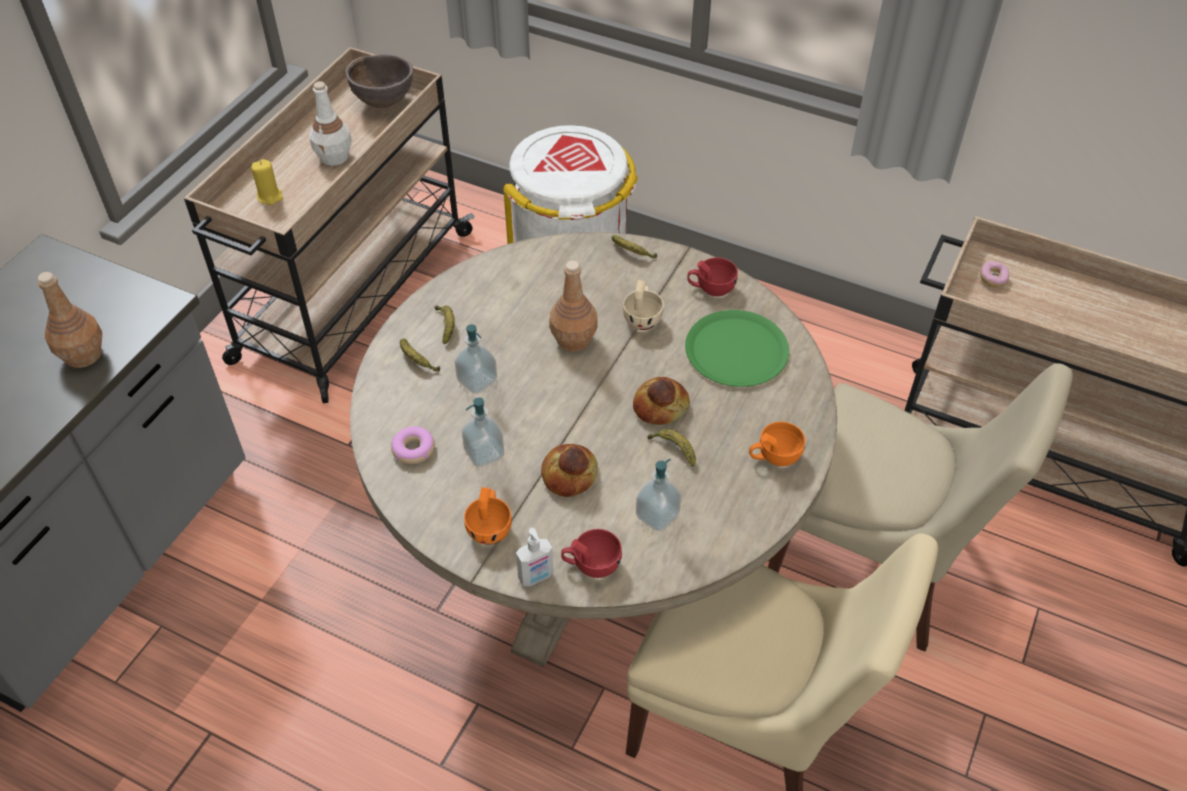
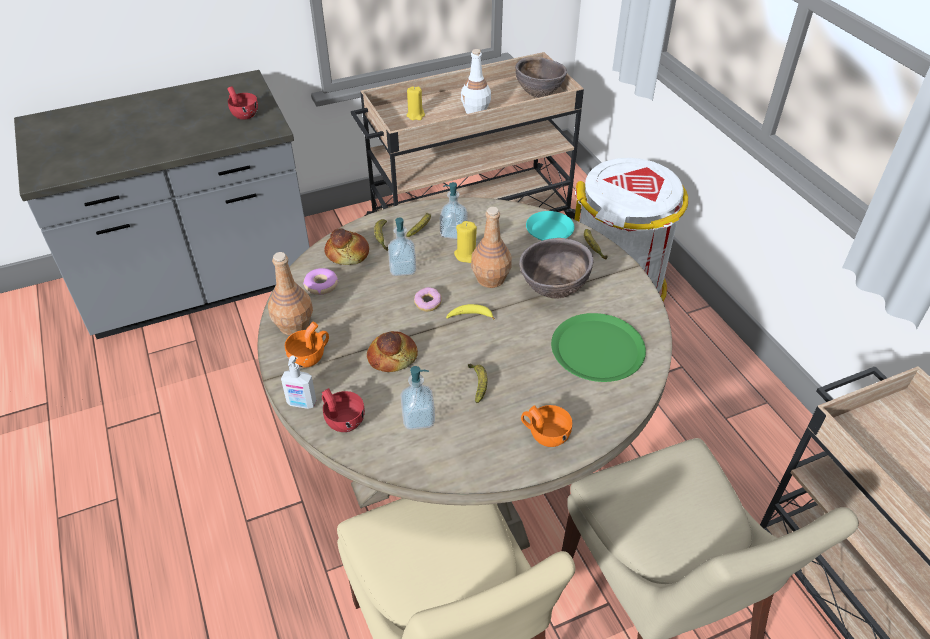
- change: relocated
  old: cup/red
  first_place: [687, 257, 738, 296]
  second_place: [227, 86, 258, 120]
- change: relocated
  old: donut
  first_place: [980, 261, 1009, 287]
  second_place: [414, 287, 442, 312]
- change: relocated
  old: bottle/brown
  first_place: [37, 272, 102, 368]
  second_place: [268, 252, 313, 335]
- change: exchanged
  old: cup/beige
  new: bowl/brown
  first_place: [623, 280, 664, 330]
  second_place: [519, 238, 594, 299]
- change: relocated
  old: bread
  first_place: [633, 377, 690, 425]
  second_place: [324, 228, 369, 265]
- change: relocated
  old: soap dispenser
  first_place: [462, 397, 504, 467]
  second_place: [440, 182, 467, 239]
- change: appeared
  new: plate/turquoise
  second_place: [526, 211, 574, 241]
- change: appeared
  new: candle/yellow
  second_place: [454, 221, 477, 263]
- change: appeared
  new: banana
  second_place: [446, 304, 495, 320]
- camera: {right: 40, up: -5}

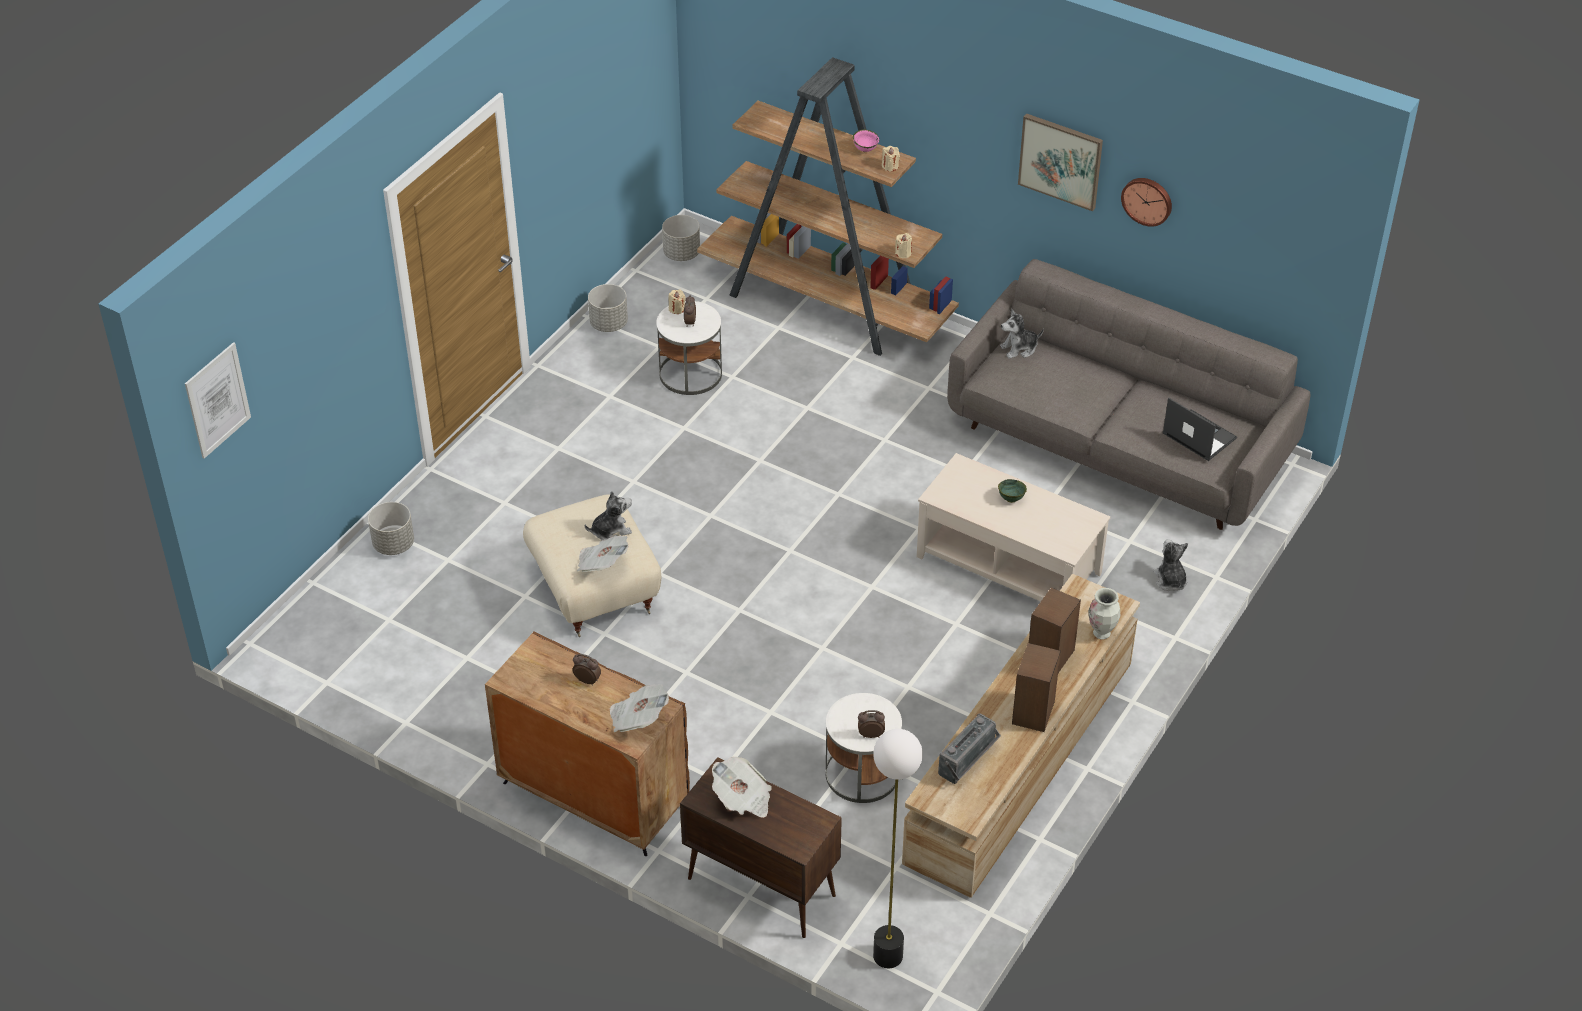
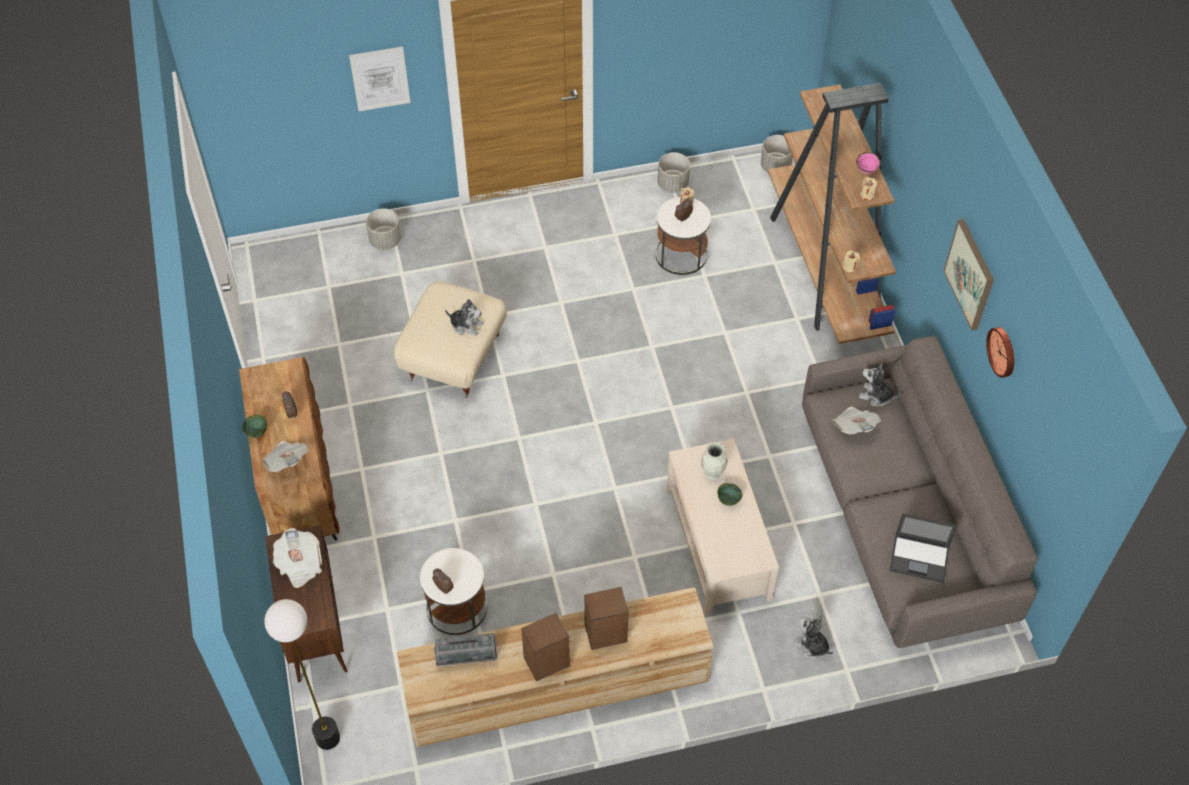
- change: relocated
  old: picture
  first_place: [185, 342, 251, 459]
  second_place: [349, 47, 410, 111]
- change: spun
  old: laptop
  first_place: [1163, 397, 1237, 461]
  second_place: [889, 513, 957, 583]
  degrees: 105
- change: relocated
  old: newspaper
  first_place: [577, 536, 628, 572]
  second_place: [832, 407, 881, 434]
- change: spun
  old: plush toy
  first_place: [1153, 539, 1188, 591]
  second_place: [793, 615, 834, 659]
  degrees: -75
- change: relocated
  old: vase
  first_place: [1088, 588, 1121, 639]
  second_place: [701, 442, 727, 480]
- change: appeared
  new: bowl/green
  second_place: [242, 415, 267, 438]
- camera: {right: 45, up: 10}

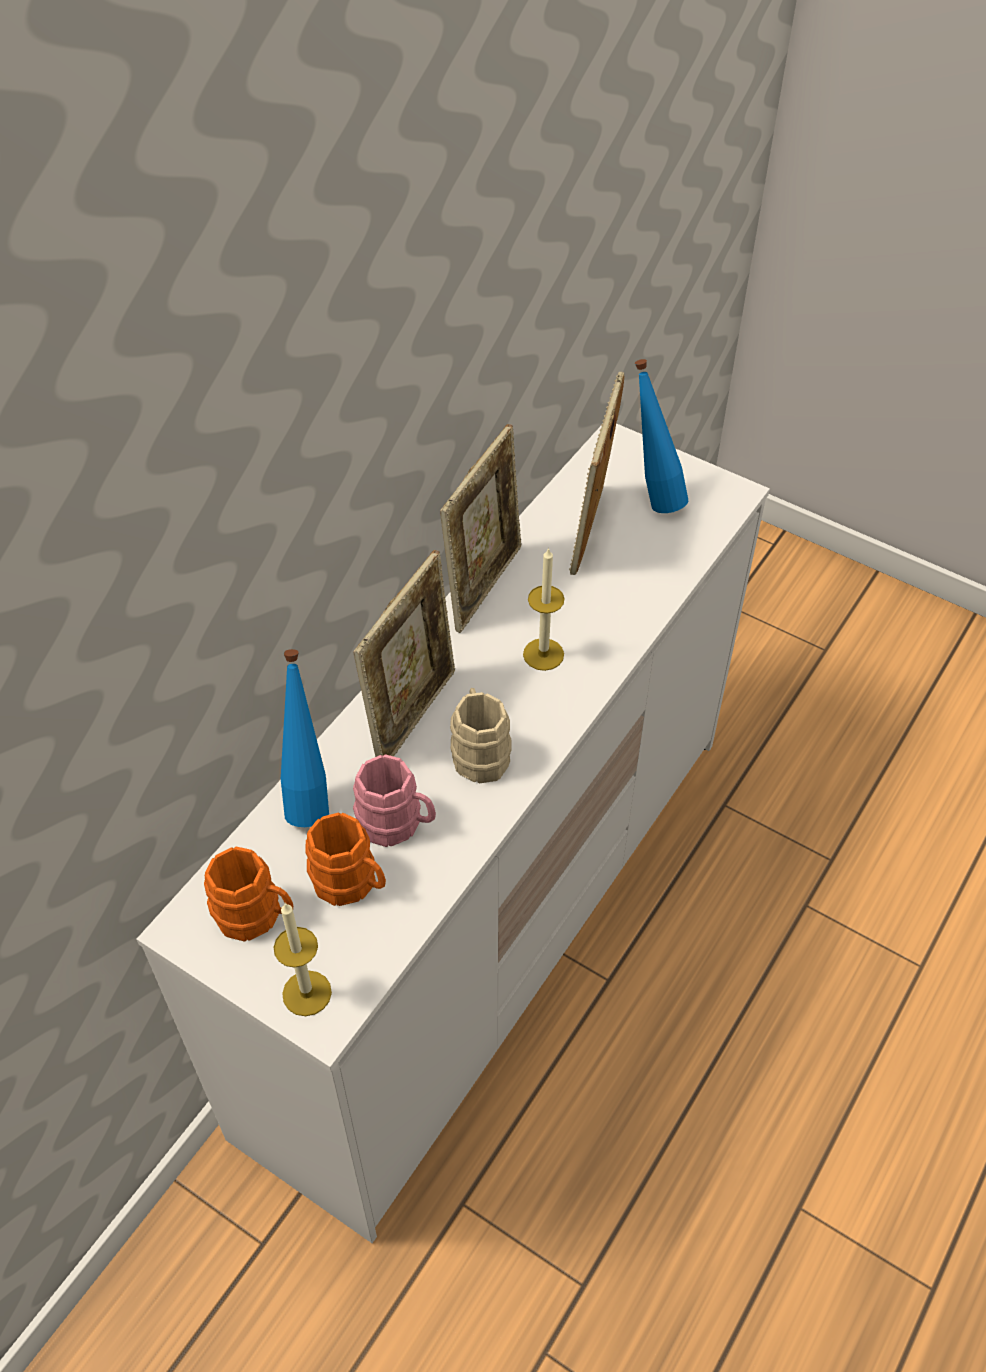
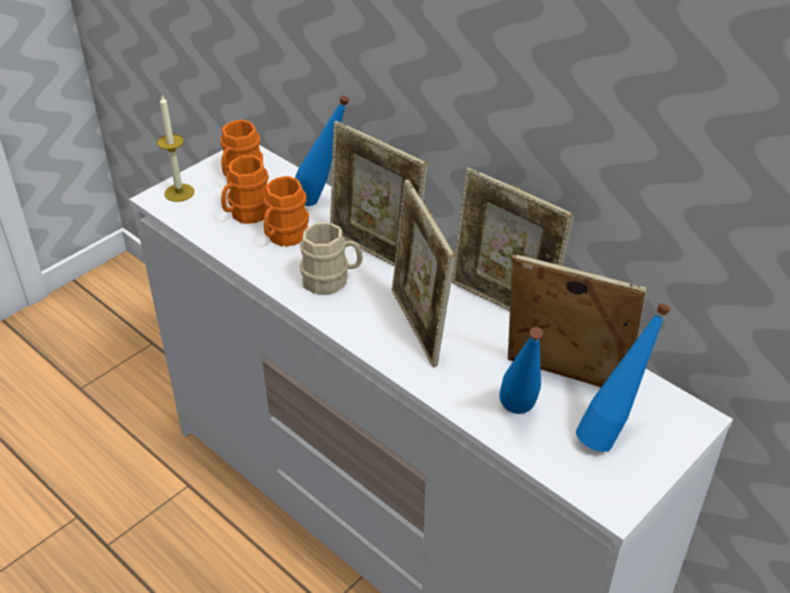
- change: exchanged
  old: candle
  new: picture frame
  first_place: [523, 547, 565, 671]
  second_place: [391, 180, 456, 368]
- change: colour
  old: mug/pink
  new: mug/orange
  first_place: [353, 754, 436, 847]
  second_place: [264, 176, 309, 247]
- change: appeared
  new: bottle/blue
  second_place: [499, 327, 543, 414]
- camera: {right: 100, up: -10}

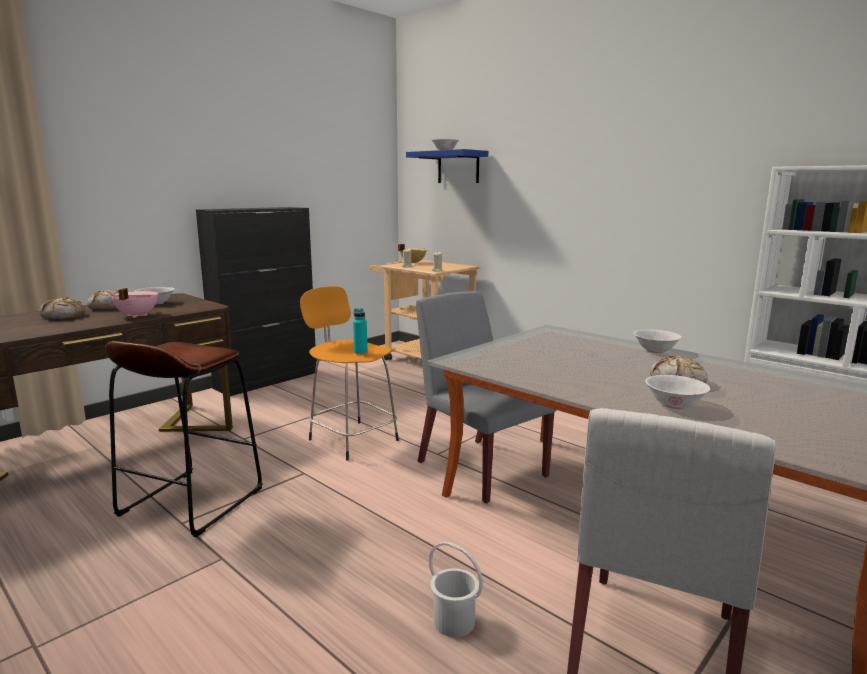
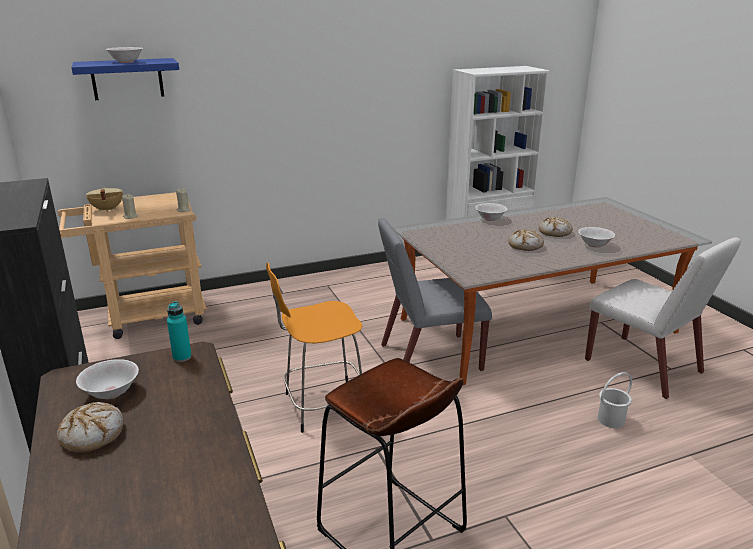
- change: missing
  old: cooking pot/pink
  first_place: [112, 288, 158, 318]
- change: relocated
  old: bread
  first_place: [40, 297, 85, 319]
  second_place: [508, 229, 544, 251]
- change: relocated
  old: bottle/turquoise
  first_place: [353, 308, 368, 354]
  second_place: [167, 301, 192, 362]
- camera: {right: -65, up: 10}

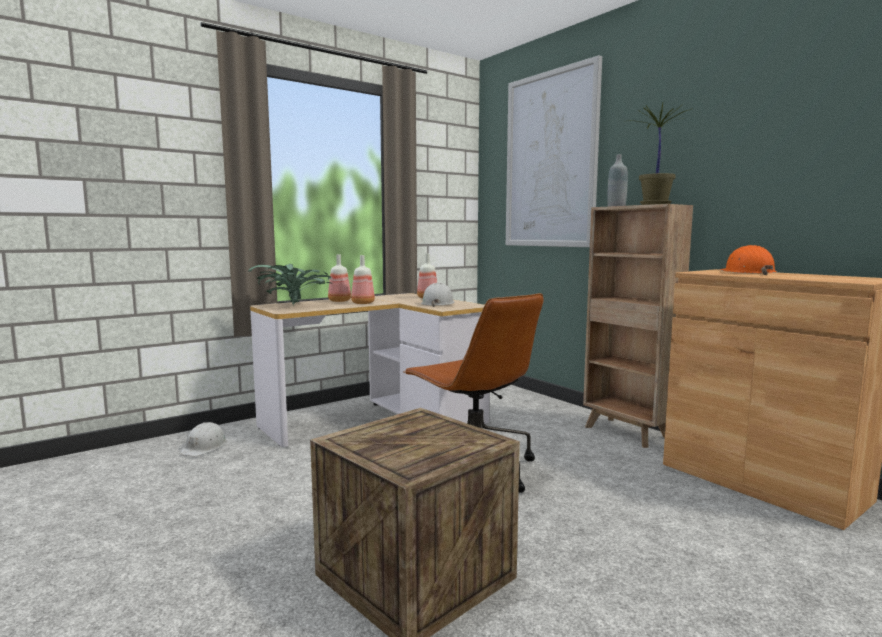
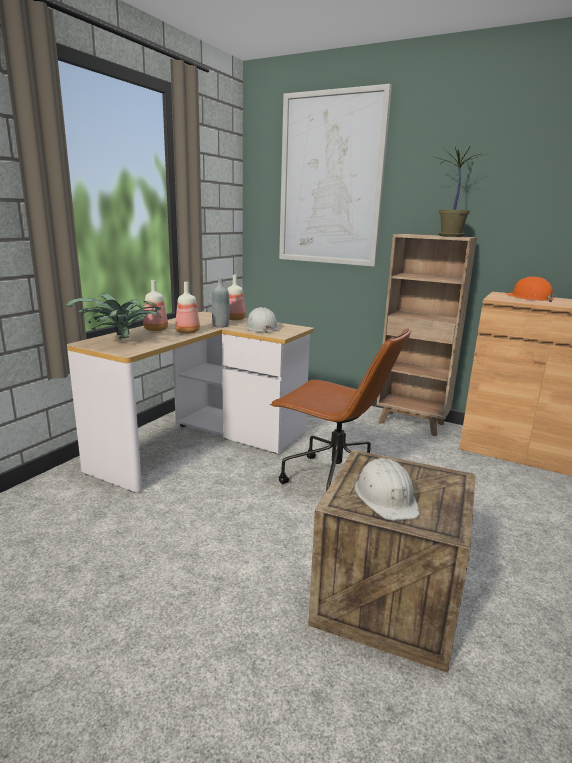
- change: relocated
  old: bottle/grey
  first_place: [607, 154, 628, 207]
  second_place: [212, 278, 230, 328]
- change: relocated
  old: hard hat/white
  first_place: [179, 422, 227, 456]
  second_place: [355, 458, 419, 520]
- camera: {right: -25, up: 10}

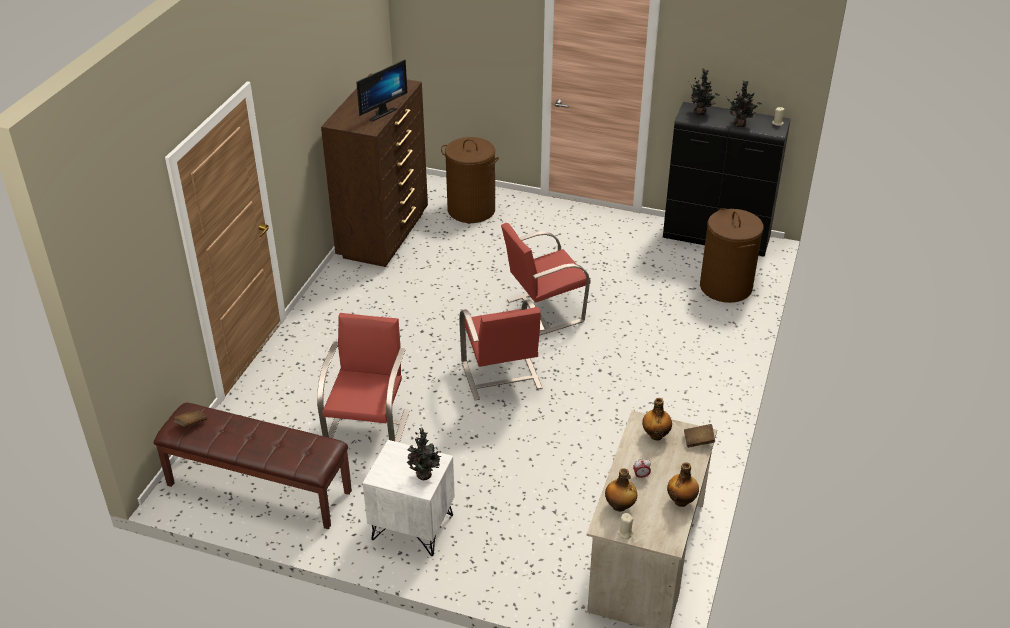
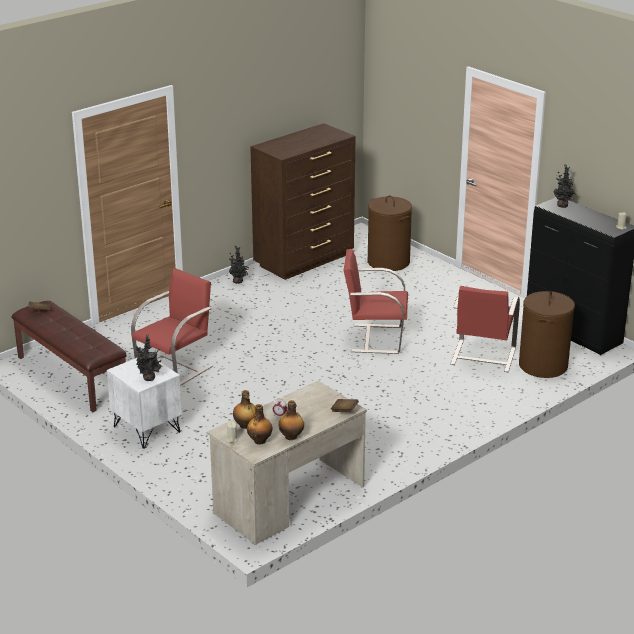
- change: missing
  old: monitor
  first_place: [356, 60, 407, 122]
- change: relocated
  old: potted plant
  first_place: [727, 80, 762, 127]
  second_place: [229, 246, 249, 284]
- change: relocated
  old: chair/red
  first_place: [459, 299, 545, 400]
  second_place: [450, 286, 520, 372]
- change: relocated
  old: bottle
  first_place: [642, 398, 672, 441]
  second_place: [247, 404, 272, 445]
- camera: {right: 30, up: -10}

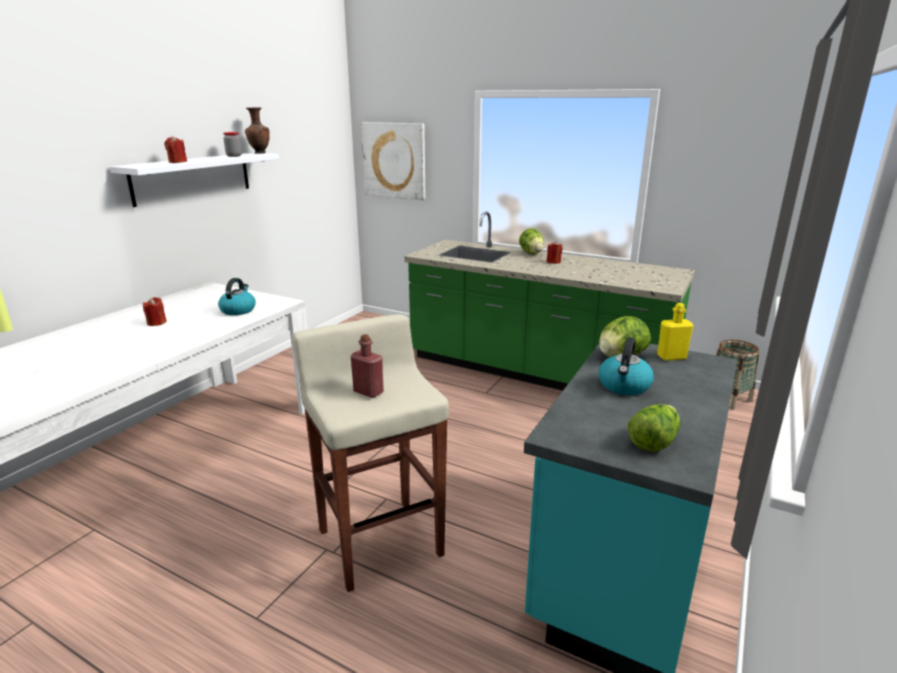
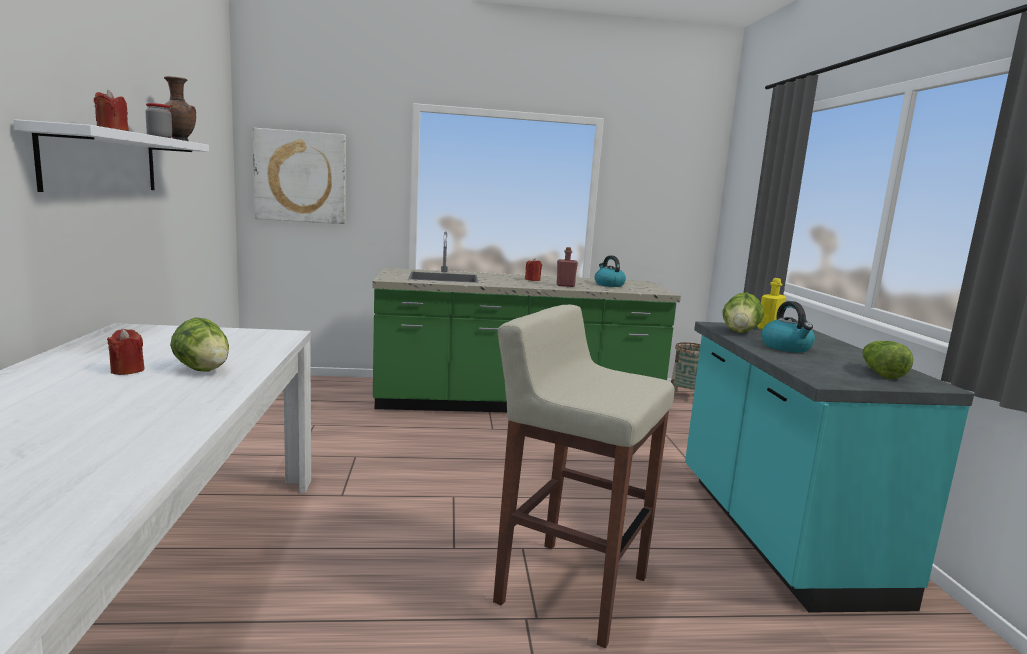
- change: relocated
  old: lettuce
  first_place: [519, 228, 544, 255]
  second_place: [170, 317, 229, 372]
- change: relocated
  old: kettle
  first_place: [218, 278, 256, 315]
  second_place: [595, 256, 626, 287]
- change: relocated
  old: bottle/red
  first_place: [351, 334, 384, 398]
  second_place: [556, 247, 578, 287]
- camera: {right: -35, up: -10}

